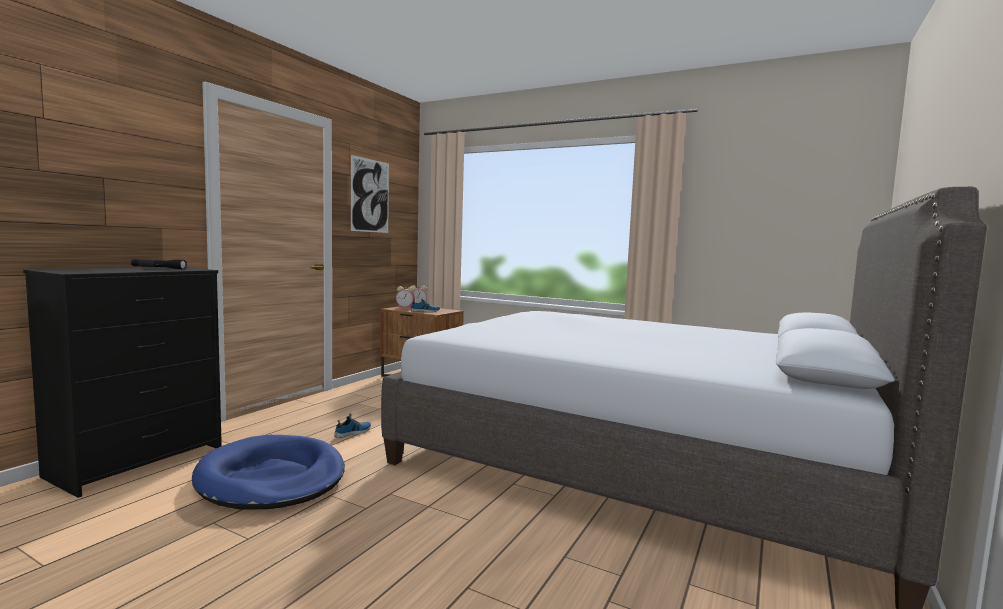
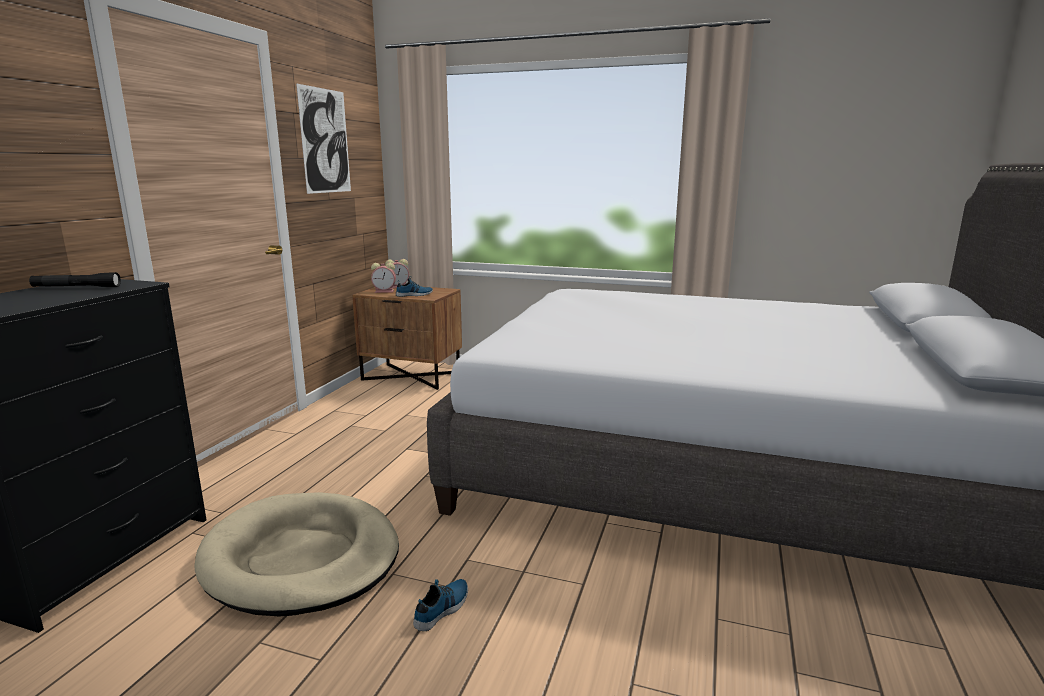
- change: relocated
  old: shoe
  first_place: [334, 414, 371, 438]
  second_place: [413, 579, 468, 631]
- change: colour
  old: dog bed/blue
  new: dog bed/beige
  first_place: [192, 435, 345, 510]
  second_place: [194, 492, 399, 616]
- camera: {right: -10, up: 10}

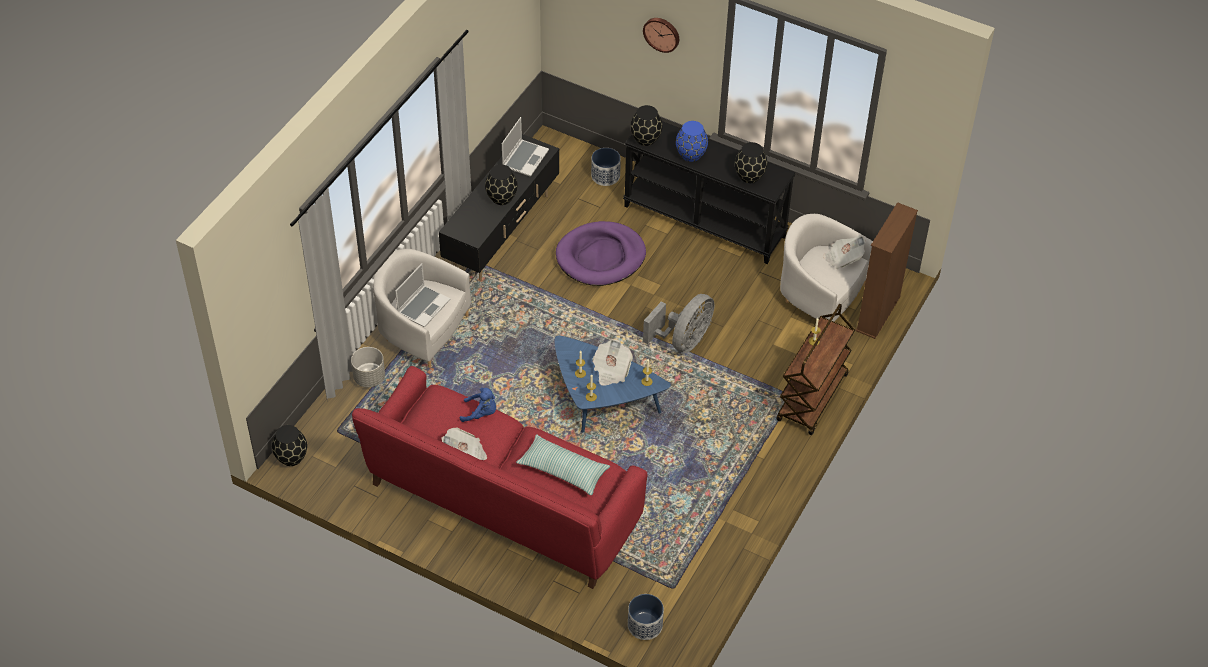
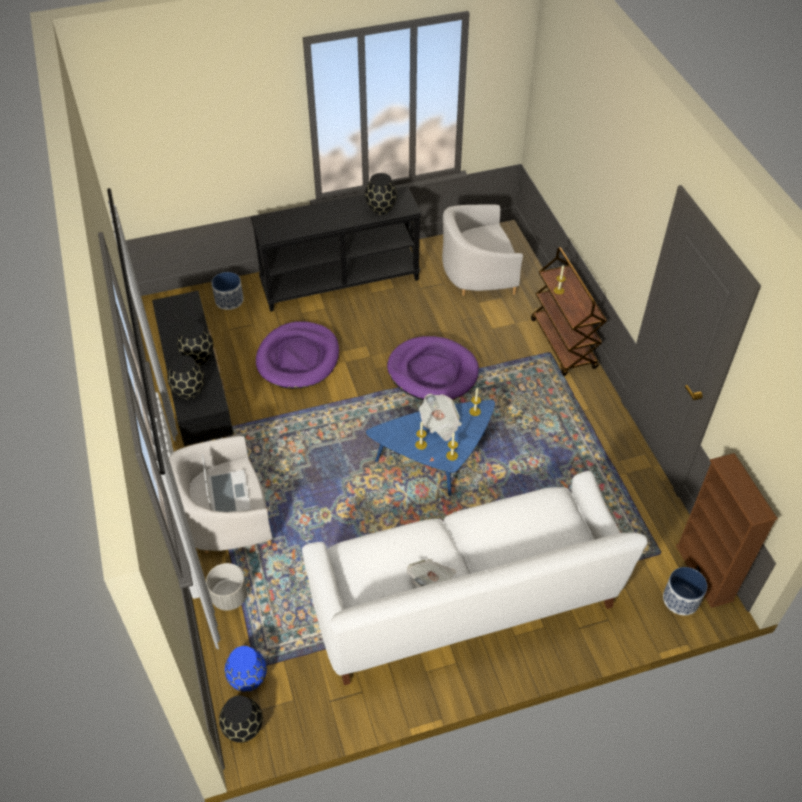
- change: missing
  old: wall clock
  first_place: [643, 18, 679, 53]
- change: relocated
  old: vase/black
  first_place: [630, 105, 663, 146]
  second_place: [168, 355, 205, 400]
- change: missing
  old: laptop
  first_place: [502, 117, 549, 177]
- change: relocated
  old: vase/blue
  first_place: [676, 121, 708, 162]
  second_place: [225, 646, 267, 692]
- change: relocated
  old: bookcase/brown
  first_place: [855, 202, 918, 339]
  second_place: [676, 453, 778, 608]
- change: missing
  old: newspaper
  first_place: [823, 235, 866, 269]
- change: exchanged
  old: fan/grey
  new: dog bed/purple
  first_place: [643, 294, 714, 353]
  second_place: [387, 336, 479, 400]
- change: colour
  old: sofa/red
  new: sofa/white
  first_place: [352, 366, 647, 589]
  second_place: [302, 471, 648, 685]
- change: missing
  old: plush toy/blue
  first_place: [460, 388, 496, 422]
- change: missing
  old: pillow
  first_place: [516, 434, 610, 495]
- camera: {right: -45, up: 0}

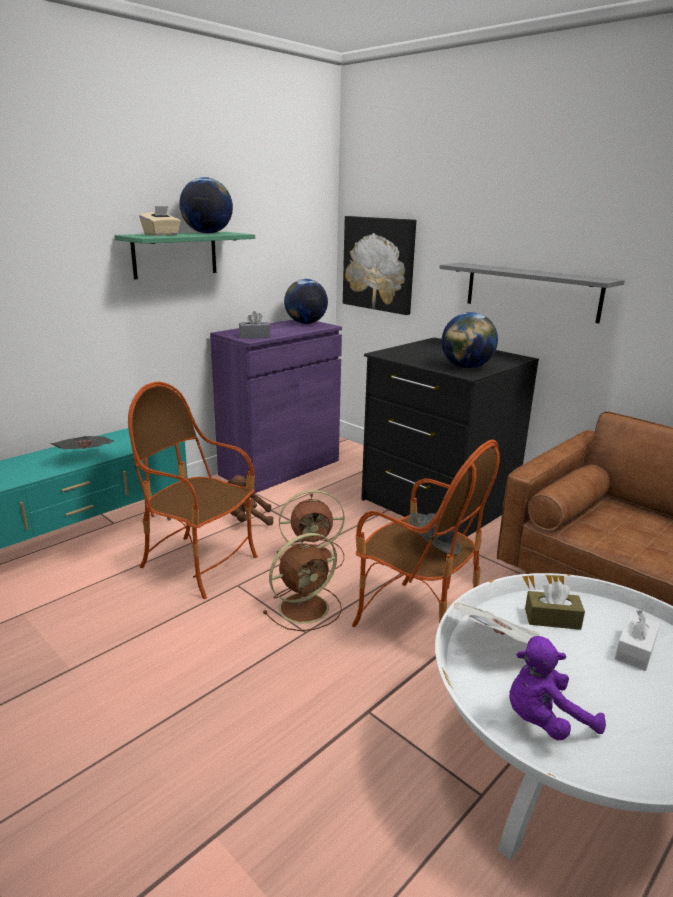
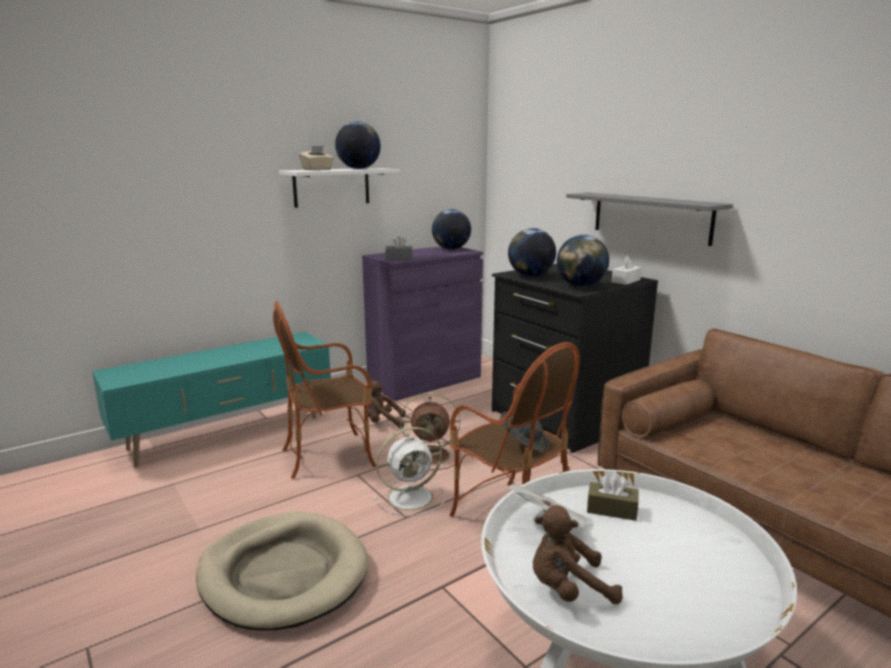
- change: missing
  old: picture
  first_place: [343, 216, 416, 315]
- change: colour
  old: shelf/green
  new: shelf/white
  first_place: [114, 232, 255, 279]
  second_place: [279, 168, 400, 208]
- change: spun
  old: armchair
  first_place: [128, 382, 258, 599]
  second_place: [273, 301, 376, 479]
  degrees: -60
- change: missing
  old: newspaper
  first_place: [50, 436, 114, 449]
- change: colour
  old: fan/brown
  new: fan/white
  first_place: [263, 533, 342, 631]
  second_place: [373, 427, 445, 516]
- change: relocated
  old: tissue box/white
  first_place: [615, 610, 660, 671]
  second_place: [612, 255, 642, 285]
- change: colour
  old: plush toy/purple
  new: plush toy/brown
  first_place: [509, 636, 606, 740]
  second_place: [532, 505, 623, 604]
- change: appeared
  new: globe
  second_place: [508, 228, 556, 277]
- change: appeared
  new: dog bed/beige
  second_place: [196, 512, 368, 630]
- camera: {right: 10, up: -5}

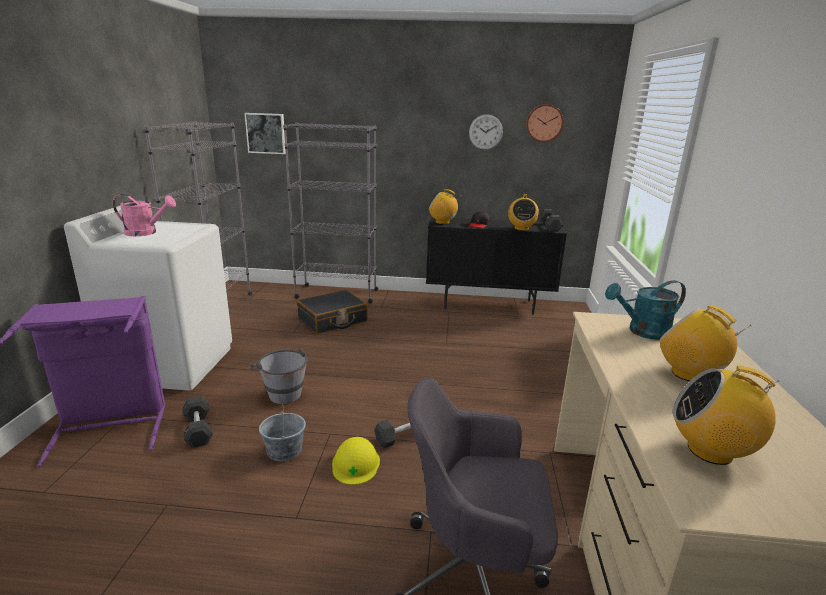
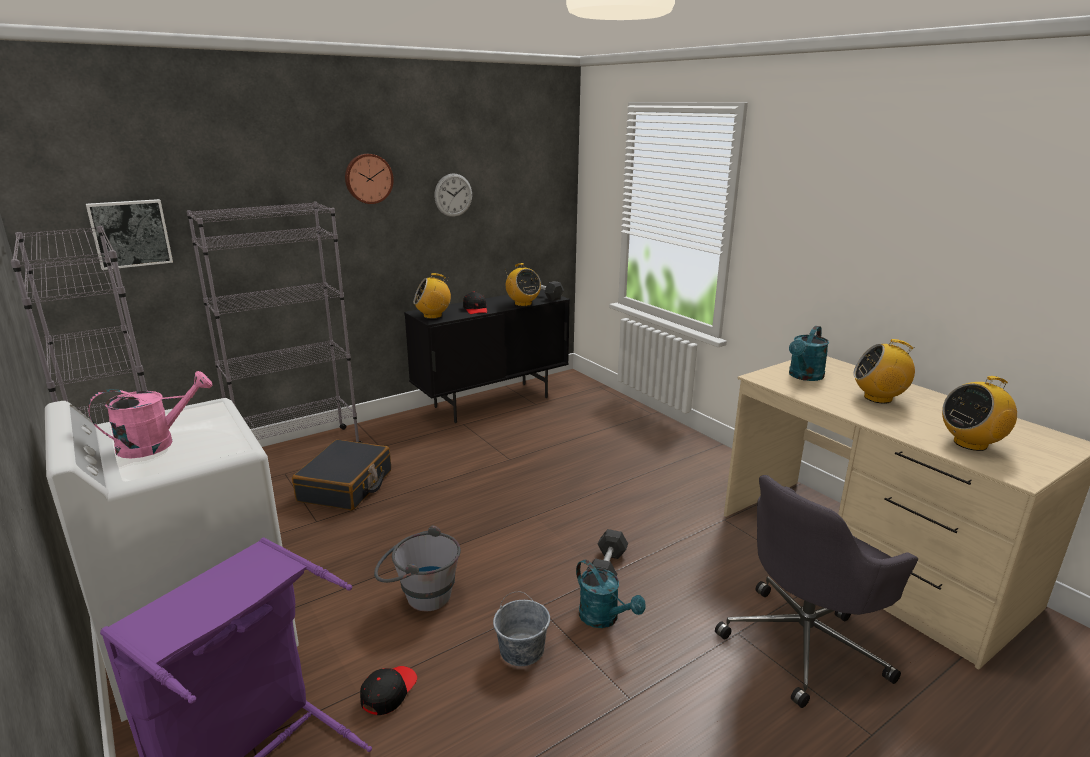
- change: relocated
  old: wall clock
  first_place: [526, 104, 564, 142]
  second_place: [345, 154, 394, 204]
- change: exchanged
  old: dumbbell/grey
  new: cap/black
  first_place: [182, 396, 213, 448]
  second_place: [360, 666, 417, 715]
- change: exchanged
  old: hard hat/yellow
  new: watering can/turquoise
  first_place: [332, 437, 380, 485]
  second_place: [576, 560, 645, 628]
- camera: {right: -40, up: 0}

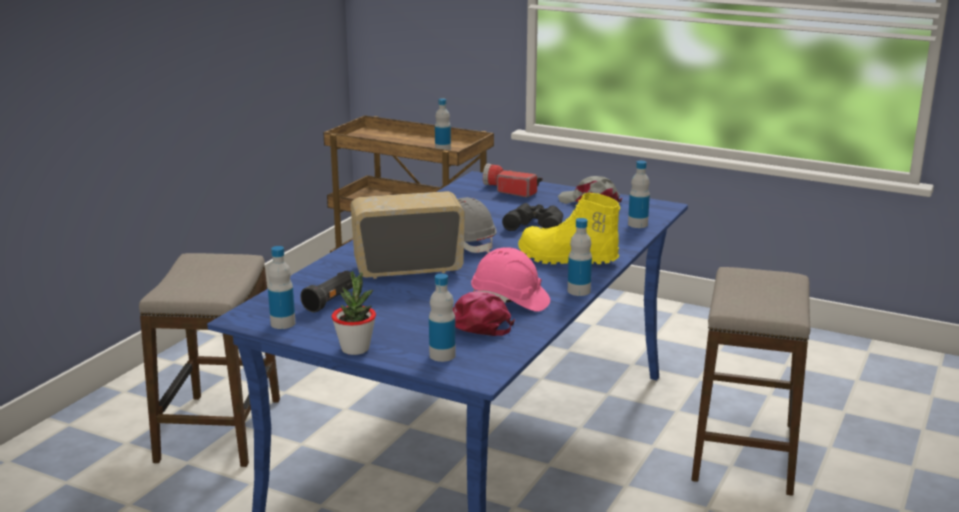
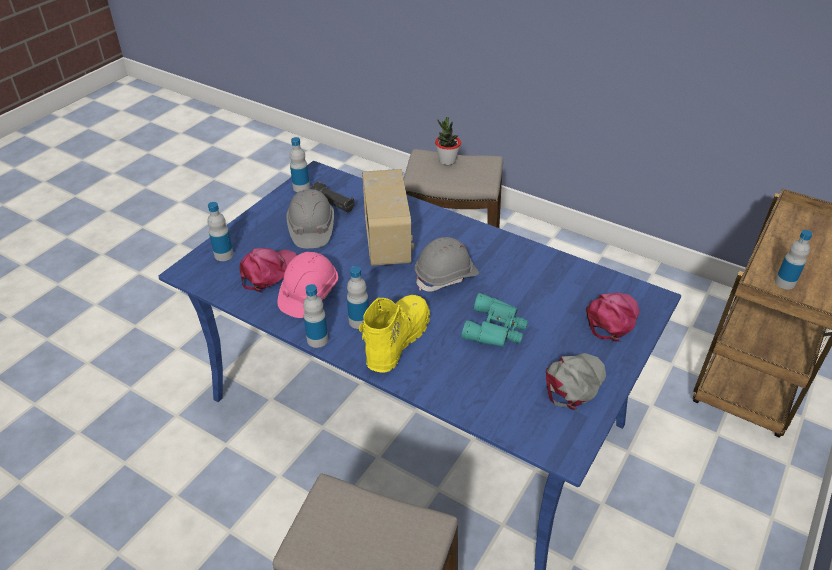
- change: relocated
  old: bottle
  first_place: [628, 161, 650, 228]
  second_place: [347, 266, 369, 329]
- change: exchanged
  old: flashlight
  new: cap/pink
  first_place: [483, 164, 543, 198]
  second_place: [586, 292, 640, 342]
- change: colour
  old: binoculars/black
  new: binoculars/turquoise
  first_place: [502, 203, 563, 231]
  second_place: [461, 293, 528, 347]
- change: relocated
  old: potted plant
  first_place: [332, 271, 376, 355]
  second_place: [435, 117, 461, 165]
- change: appeared
  new: hard hat/grey
  second_place: [286, 189, 334, 249]
- camera: {right: 95, up: 20}

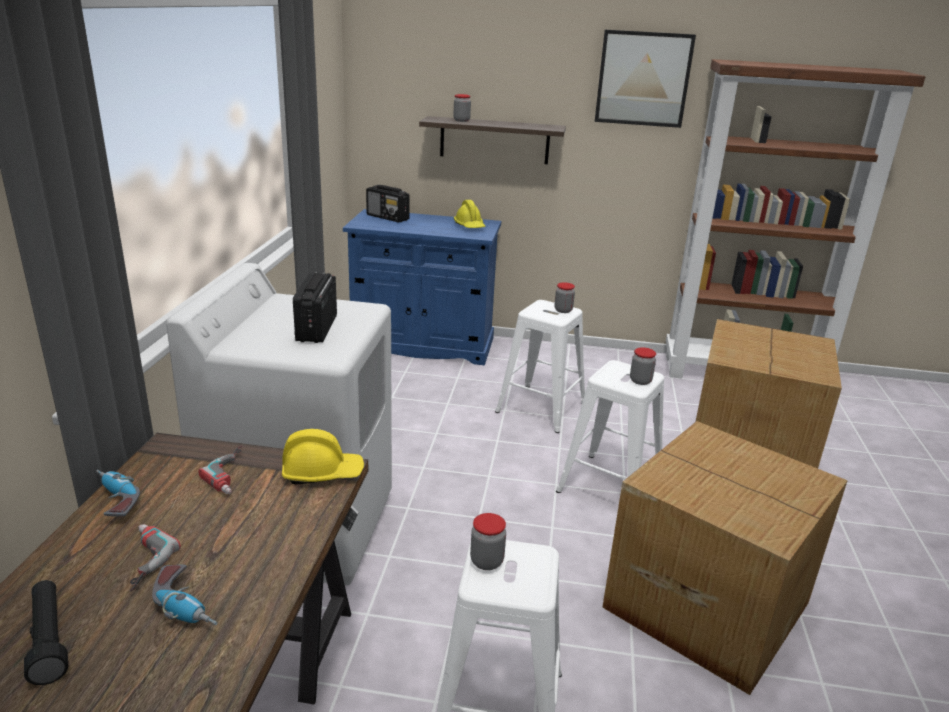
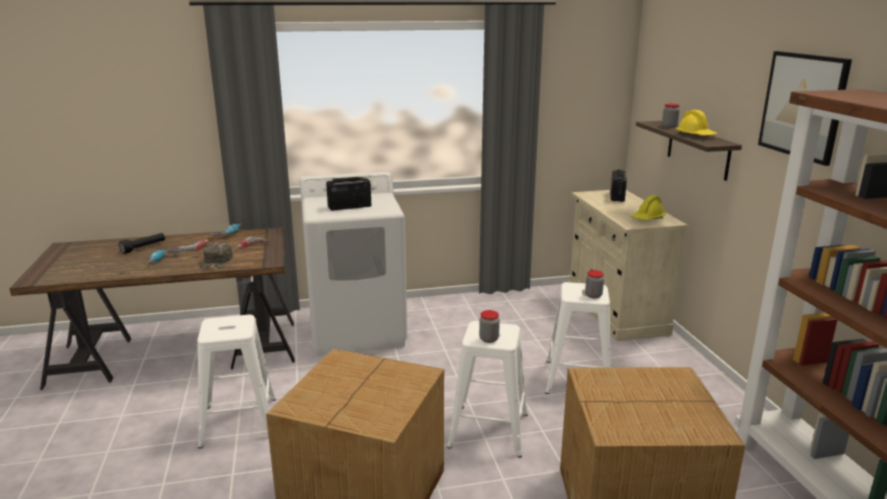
- change: colour
  old: cabinet/blue
  new: cabinet/beige
  first_place: [343, 209, 501, 365]
  second_place: [568, 190, 688, 341]
- change: relocated
  old: hard hat/yellow
  first_place: [282, 429, 364, 484]
  second_place: [676, 110, 718, 136]
- change: missing
  old: jar
  first_place: [470, 513, 506, 570]
- change: appeared
  new: cap/green
  second_place: [199, 242, 233, 269]
- camera: {right: 70, up: -5}

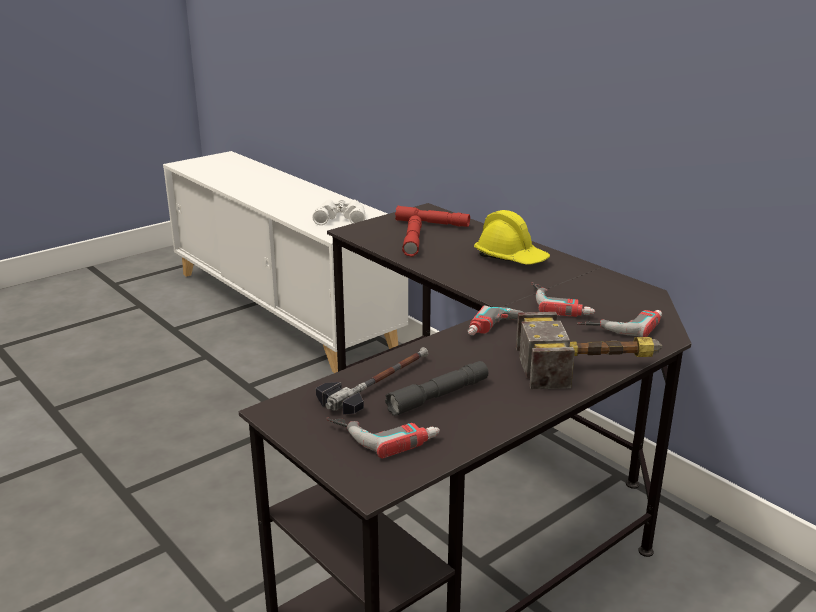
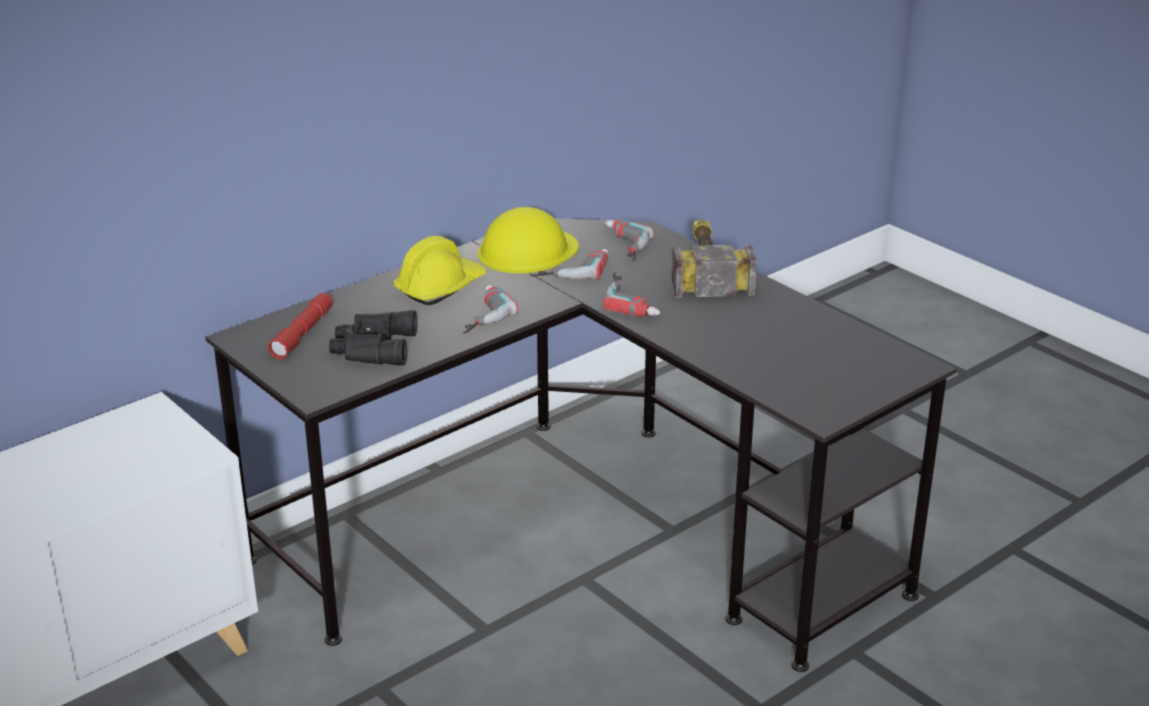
- change: missing
  old: binoculars/white
  first_place: [312, 199, 366, 225]
- change: exchanged
  old: flashlight/red
  new: binoculars/black
  first_place: [402, 216, 422, 257]
  second_place: [329, 310, 417, 366]
- change: missing
  old: hammer
  first_place: [316, 347, 428, 415]
- change: missing
  old: flashlight/grey
  first_place: [385, 361, 488, 416]
- change: relocated
  old: power drill
  first_place: [326, 417, 440, 458]
  second_place: [463, 285, 518, 334]
- change: appeared
  new: hard hat/yellow
  second_place: [478, 207, 579, 273]
- camera: {right: -90, up: 5}

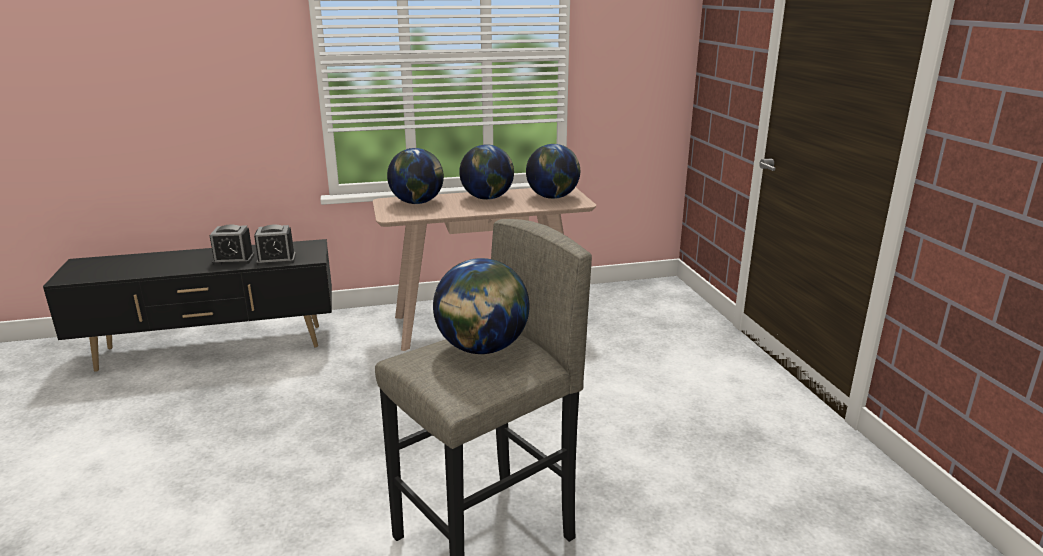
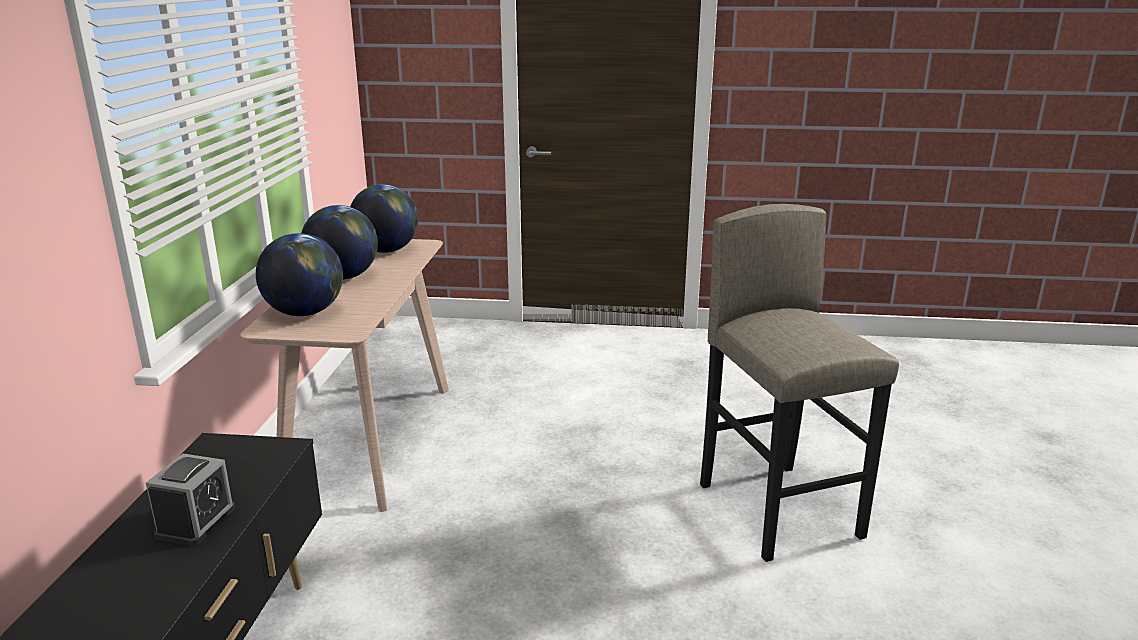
- change: missing
  old: alarm clock
  first_place: [254, 225, 296, 266]
- change: missing
  old: globe
  first_place: [433, 258, 530, 354]
- camera: {right: -70, up: 0}

